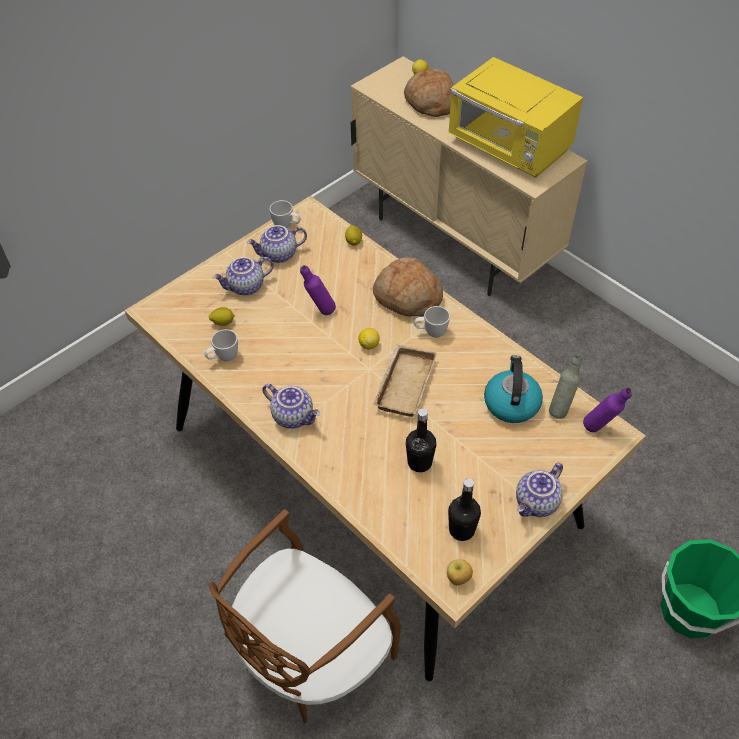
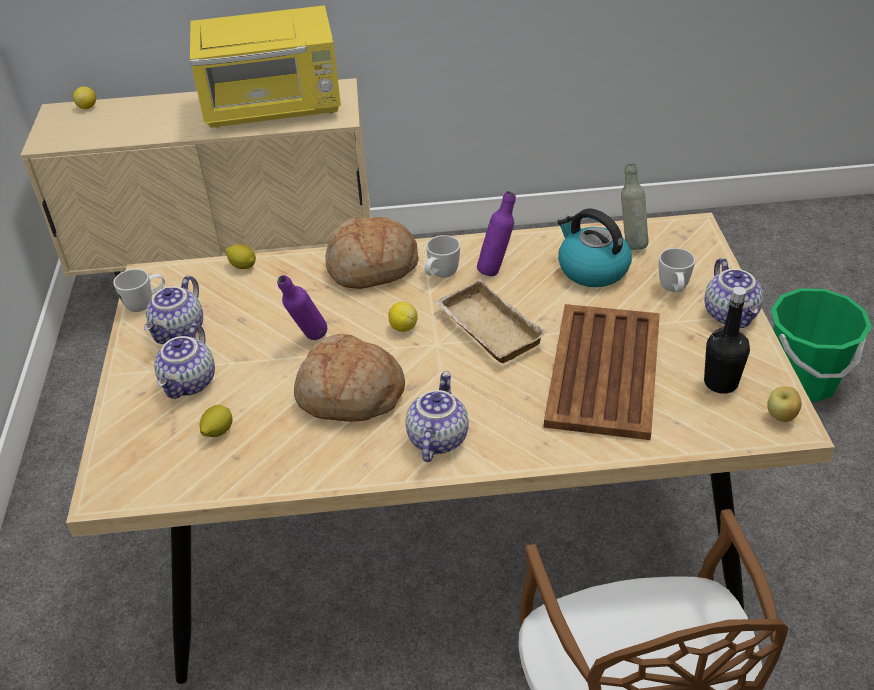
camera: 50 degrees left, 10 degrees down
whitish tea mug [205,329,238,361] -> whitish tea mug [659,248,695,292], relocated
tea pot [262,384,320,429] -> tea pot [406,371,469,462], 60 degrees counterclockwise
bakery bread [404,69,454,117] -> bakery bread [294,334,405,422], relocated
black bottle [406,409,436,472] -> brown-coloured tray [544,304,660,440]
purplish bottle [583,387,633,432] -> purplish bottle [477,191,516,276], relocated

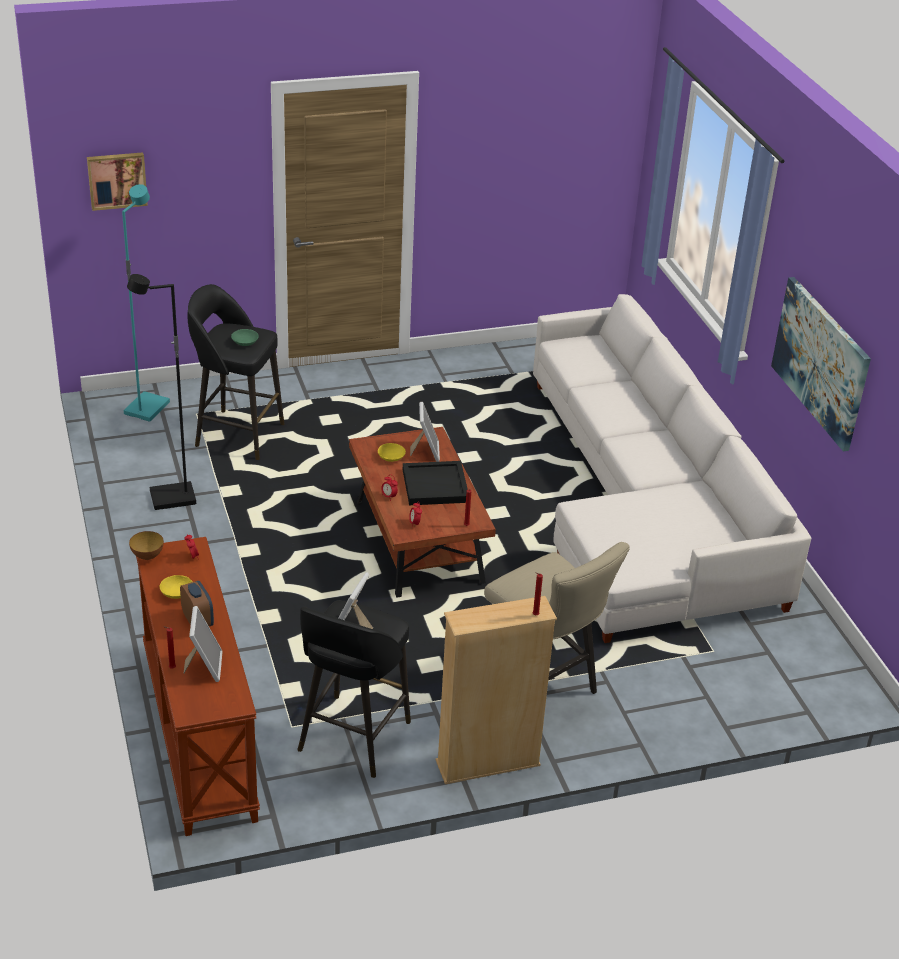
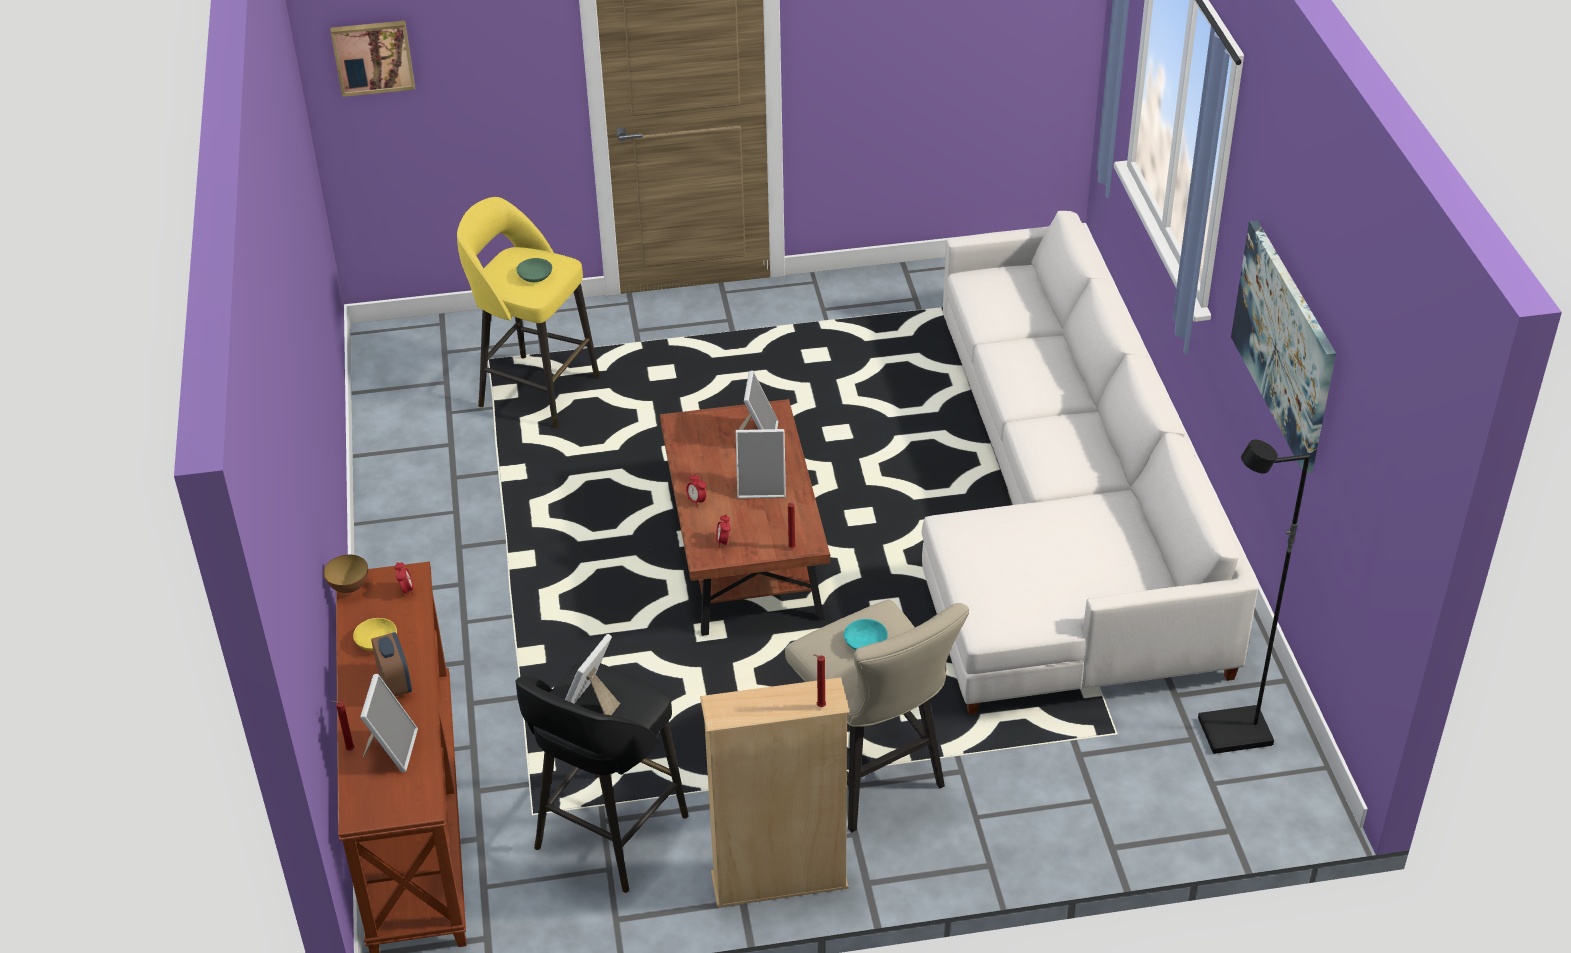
camera: 10 degrees right, 5 degrees up
blue-green floor lamp [122,184,170,422] -> none
black floor lamp [127,274,196,510] -> black floor lamp [1198,440,1310,754], relocated
black stool seat [188,284,284,460] -> yellowish stool seat [457,197,600,429]
yellowish bowl [378,443,406,462] -> none
black tray [403,461,468,505] -> picture frame [736,429,786,498]
none -> blue-green bowl [844,619,888,650]

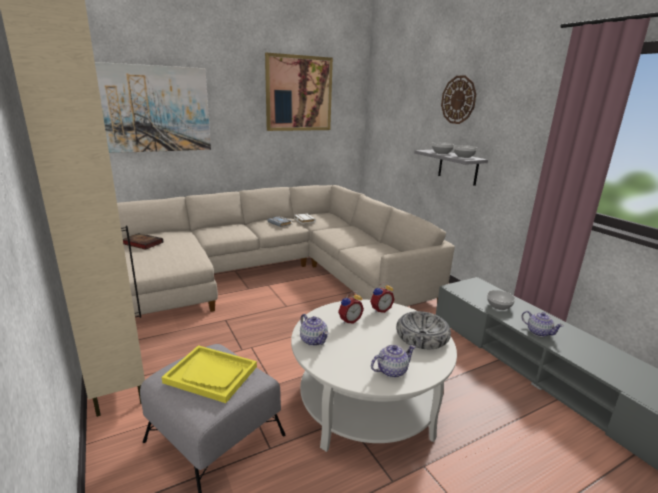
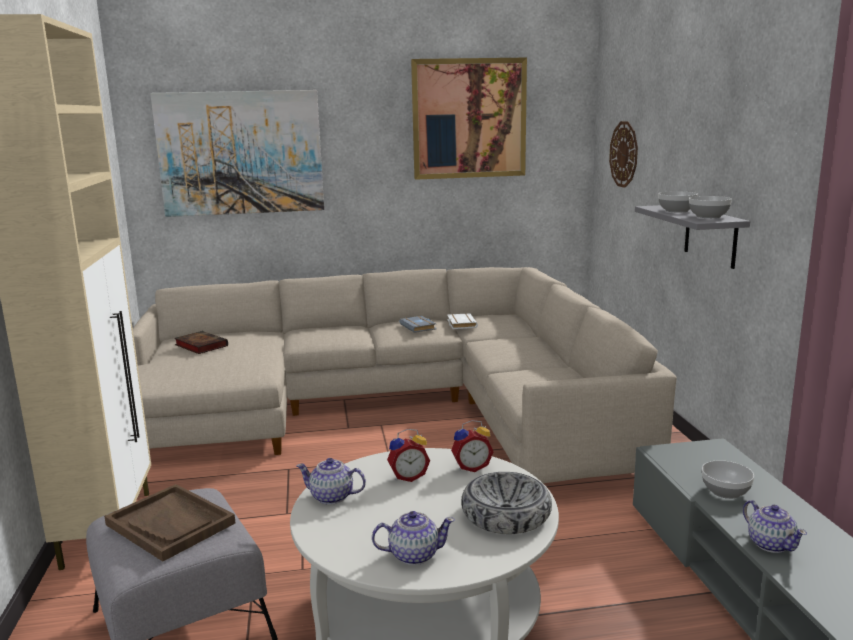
camera: 20 degrees right, 5 degrees down
yellowish tray [162,345,257,403] -> brown-coloured tray [104,484,235,561]
tea pot [300,314,328,346] -> tea pot [296,458,366,505], 120 degrees clockwise
hanging clock [441,76,476,124] -> hanging clock [609,121,638,188], relocated

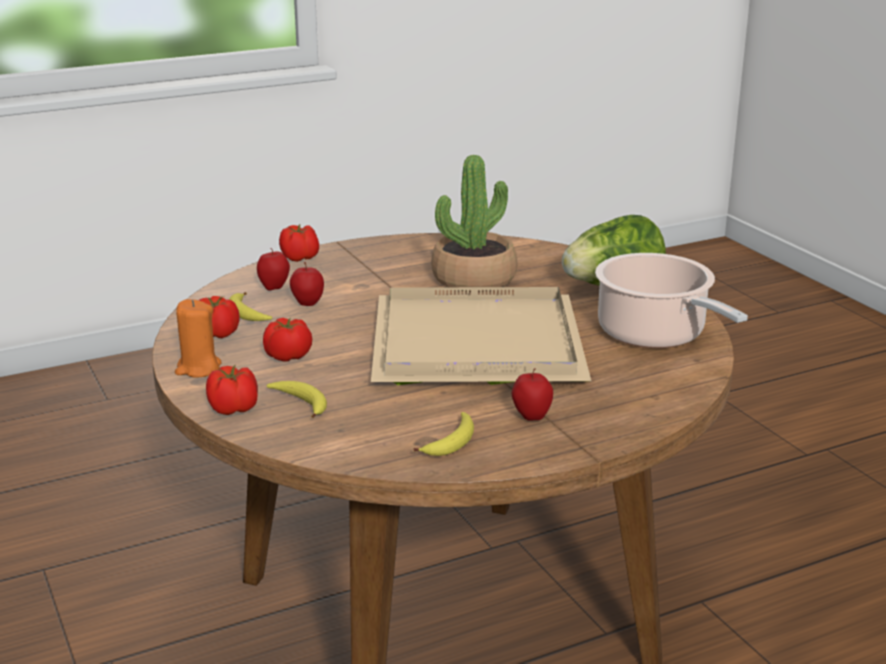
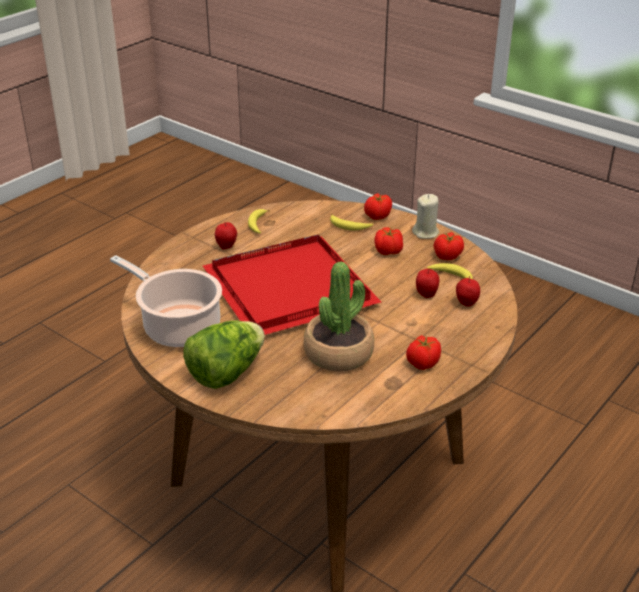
camera: 155 degrees right, 10 degrees up
orange wax candle [175,299,222,377] -> sand-coloured wax candle [412,194,439,239]
fresh tomato [279,224,319,262] -> fresh tomato [406,335,441,370], relocated
sand-coloured tray [371,287,591,385] -> reddish tray [203,234,381,335]

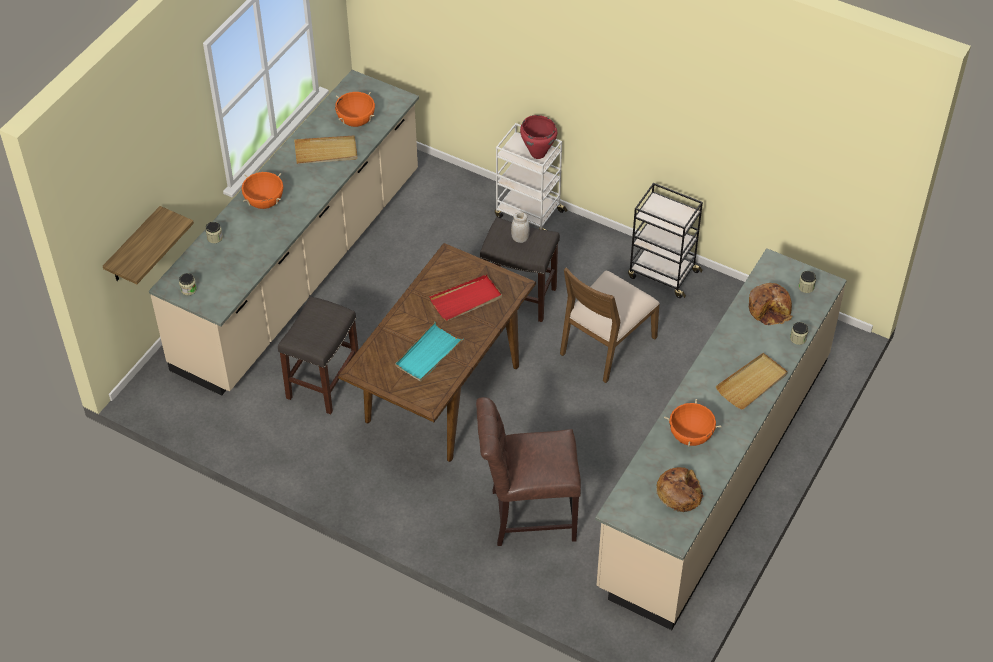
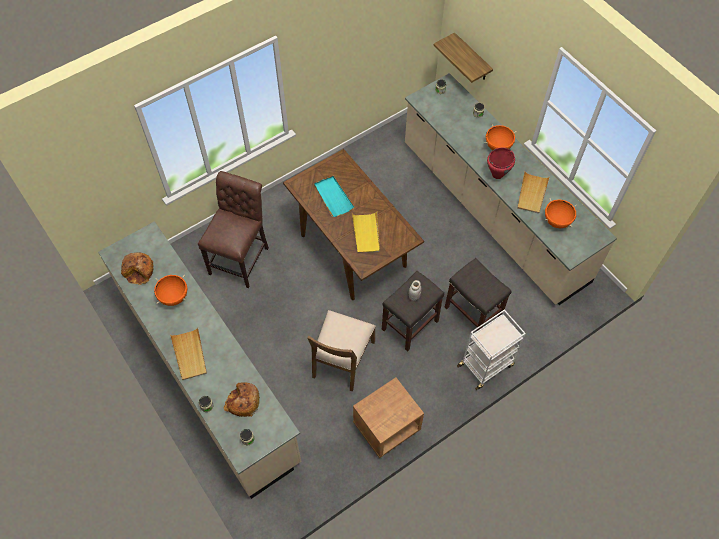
camera: 115 degrees right, 10 degrees up
grey stool seat [278,296,359,414] -> grey stool seat [444,258,512,331], relocated
reddish tray [429,274,502,321] -> yellowish tray [352,212,380,253]
reddish saucepot [520,115,557,159] -> reddish saucepot [487,147,515,179], relocated
brown-coloured plain chair [560,268,660,383] -> brown-coloured plain chair [307,310,375,392], 135 degrees counterclockwise
black wheeled cart [628,183,703,298] -> brown-coloured nightstand [353,377,424,458]

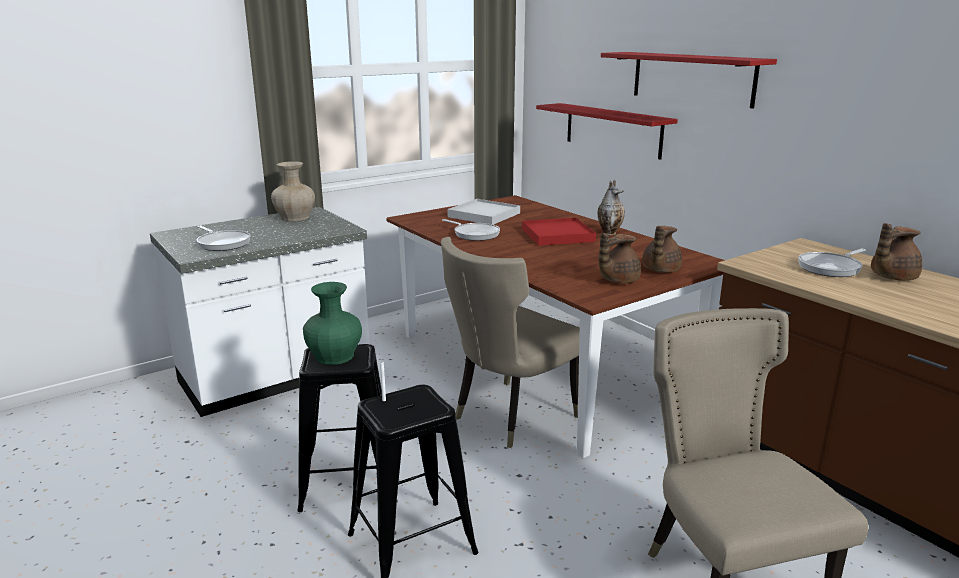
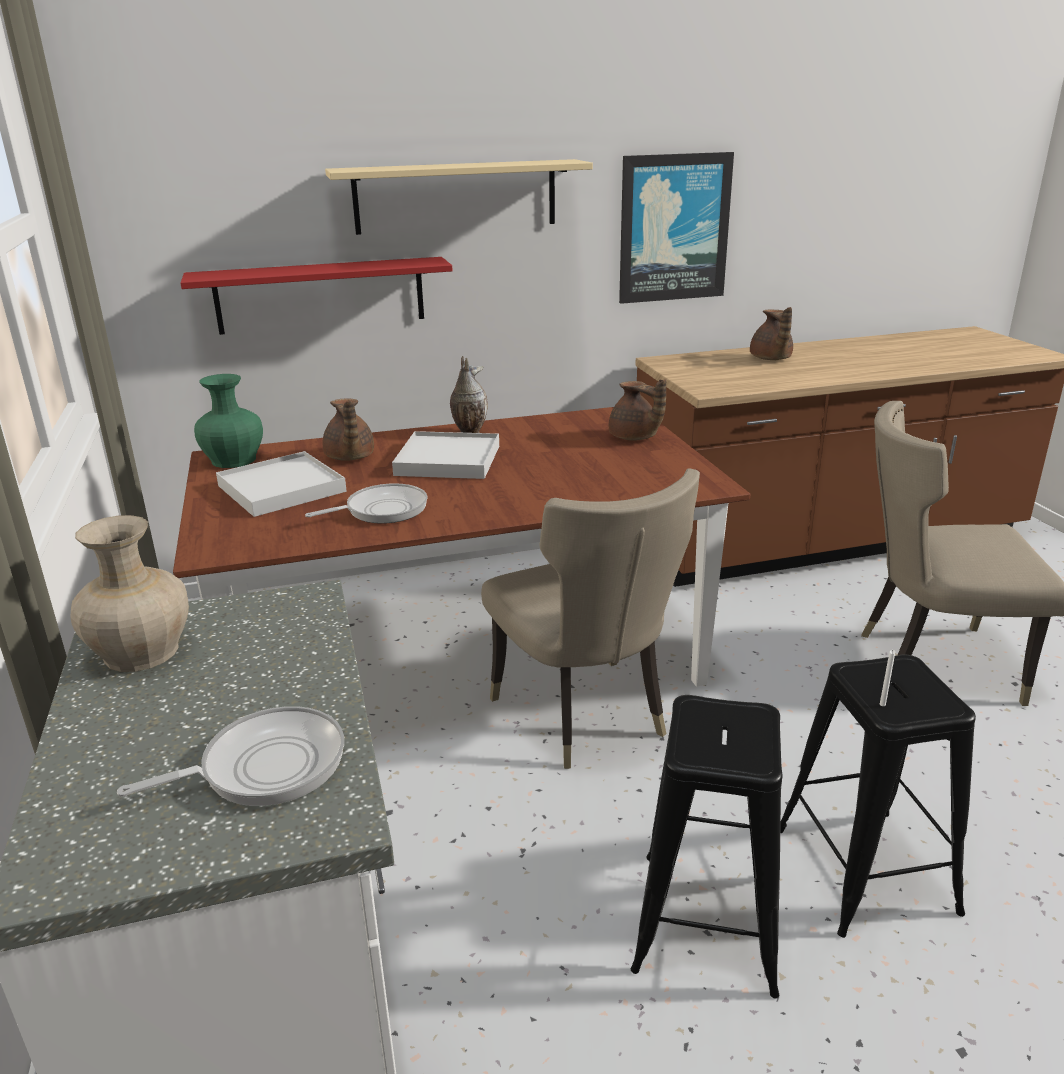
camera: 70 degrees left, 5 degrees up
green-coloured vase [303,282,362,365] -> green-coloured vase [194,374,263,468], relocated
reddish tray [522,218,596,246] -> whitish tray [392,431,499,479]
brown-coloured tea pot [599,233,641,283] -> brown-coloured tea pot [322,399,374,461], relocated
reddish wall shelf [601,52,777,108] -> sand-coloured wall shelf [325,159,593,235]
frying pan [798,249,866,277] -> none
none -> wall picture [619,152,734,304]

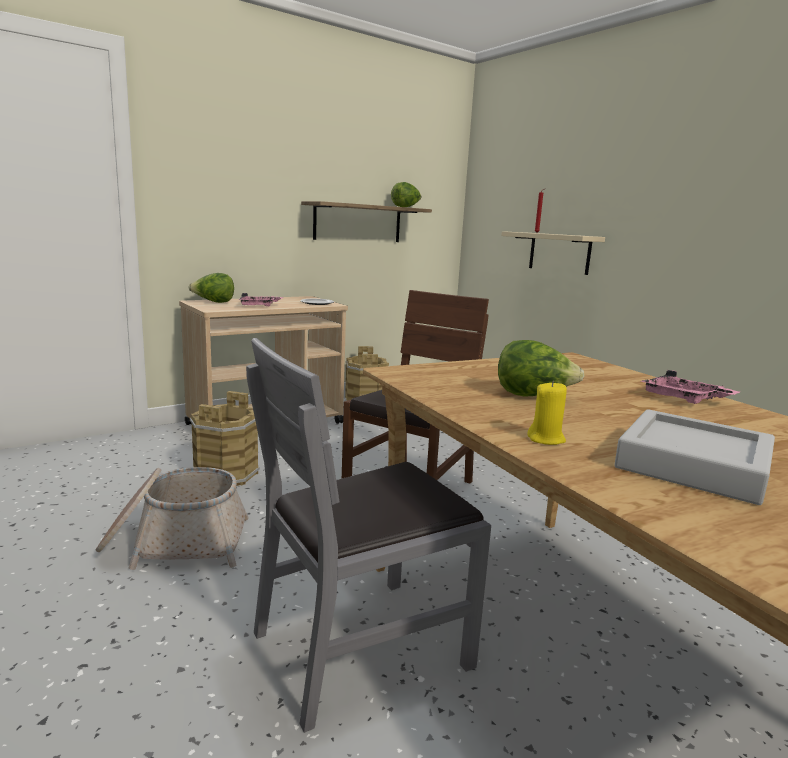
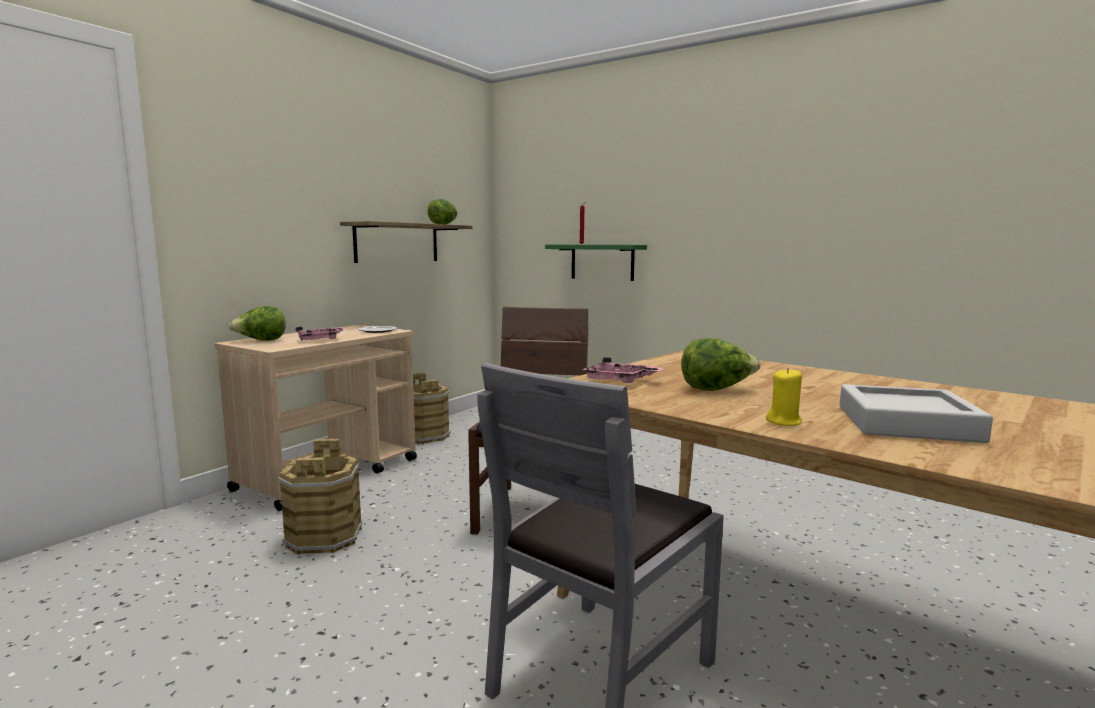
camera: 20 degrees left, 5 degrees down
storage basket [96,467,249,570] -> none
sand-coloured wall shelf [501,231,605,275] -> green-coloured wall shelf [545,245,647,281]
pink-coloured tray [641,370,740,404] -> pink-coloured tray [582,357,663,383], relocated

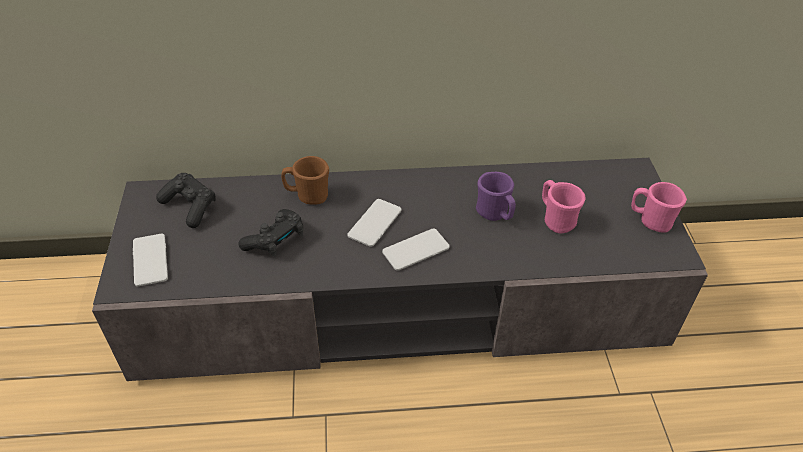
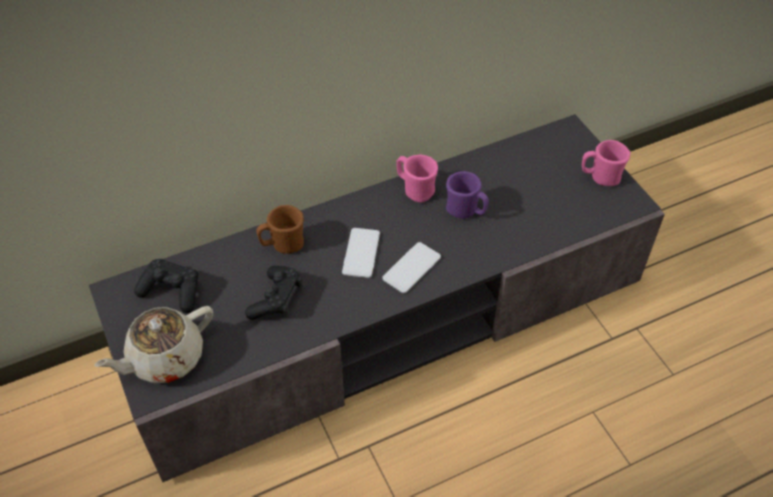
camera: 20 degrees left, 5 degrees up
handset [133,234,168,287] -> sand-coloured tea pot [94,306,213,383]
pink-coloured tea mug [542,180,585,233] -> pink-coloured tea mug [396,155,438,203], relocated

